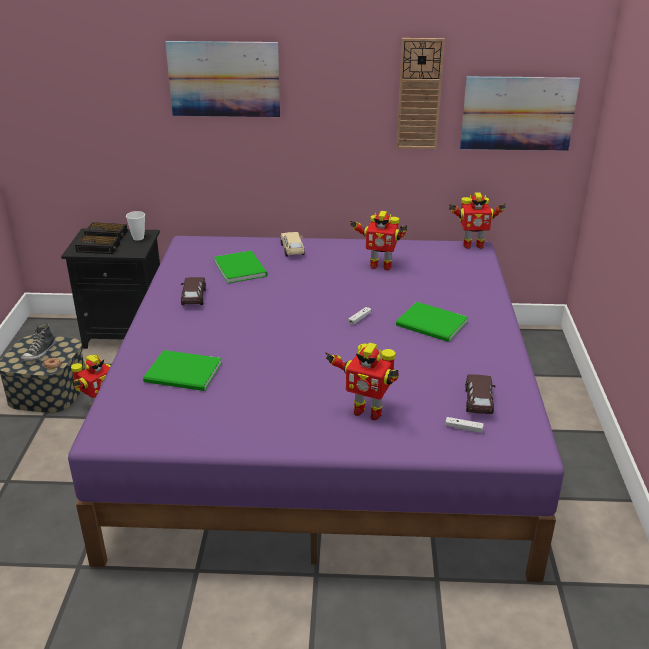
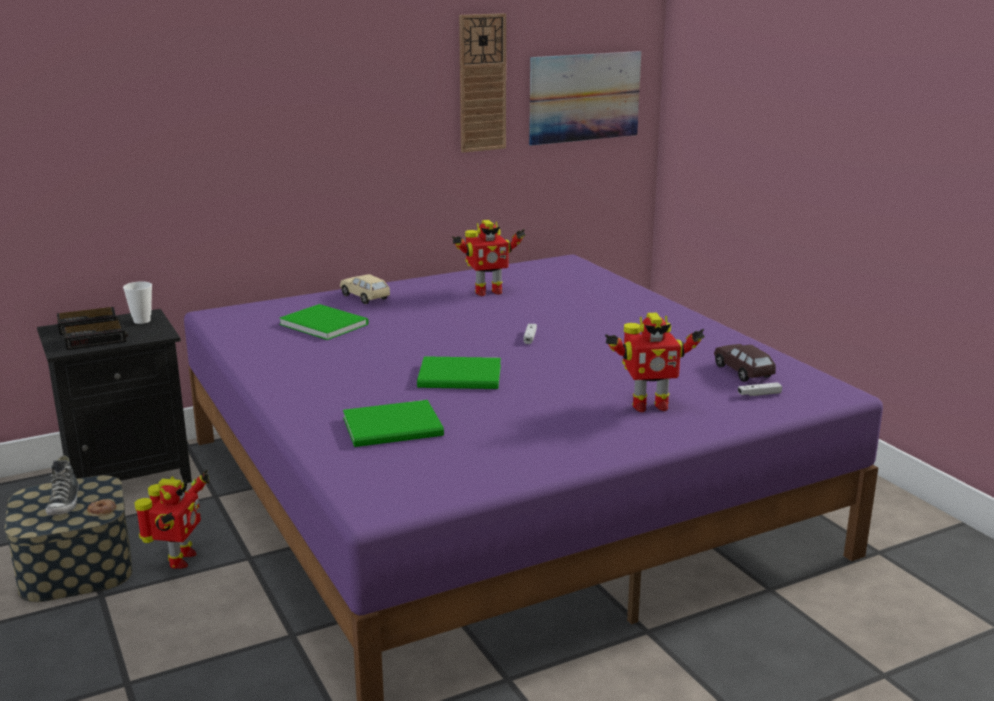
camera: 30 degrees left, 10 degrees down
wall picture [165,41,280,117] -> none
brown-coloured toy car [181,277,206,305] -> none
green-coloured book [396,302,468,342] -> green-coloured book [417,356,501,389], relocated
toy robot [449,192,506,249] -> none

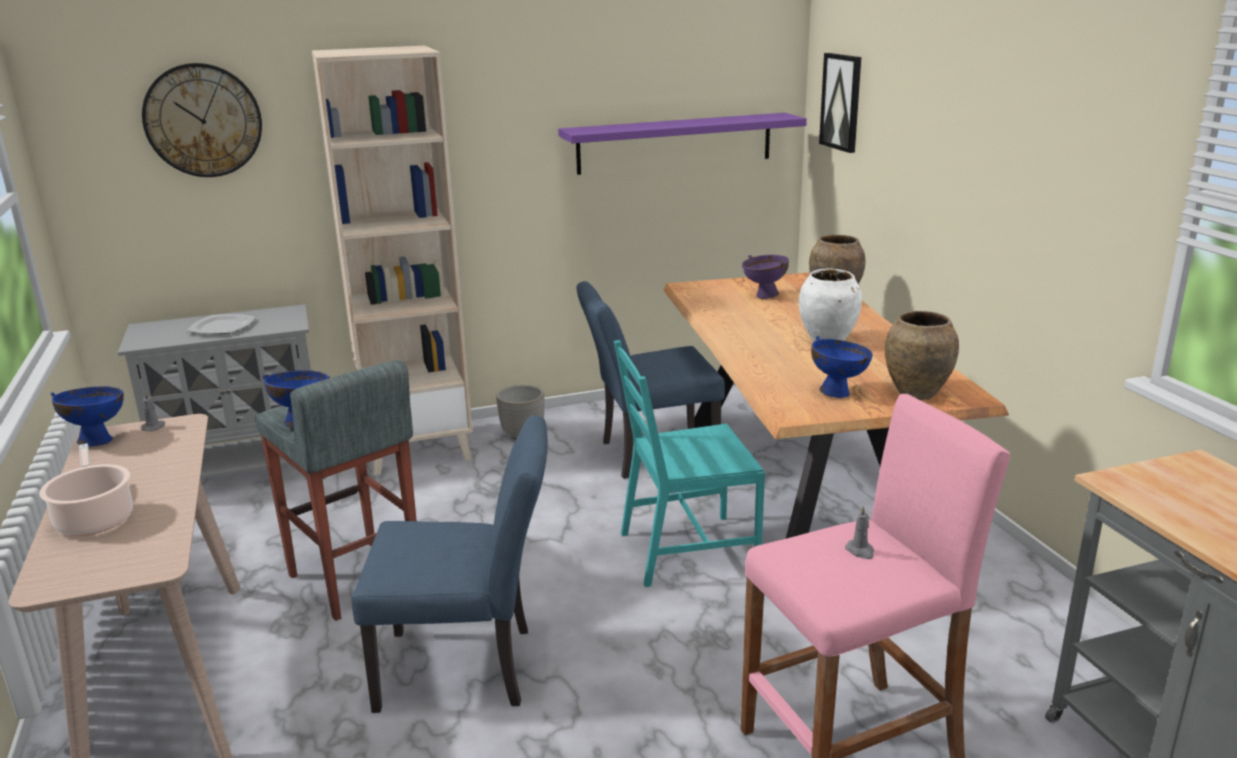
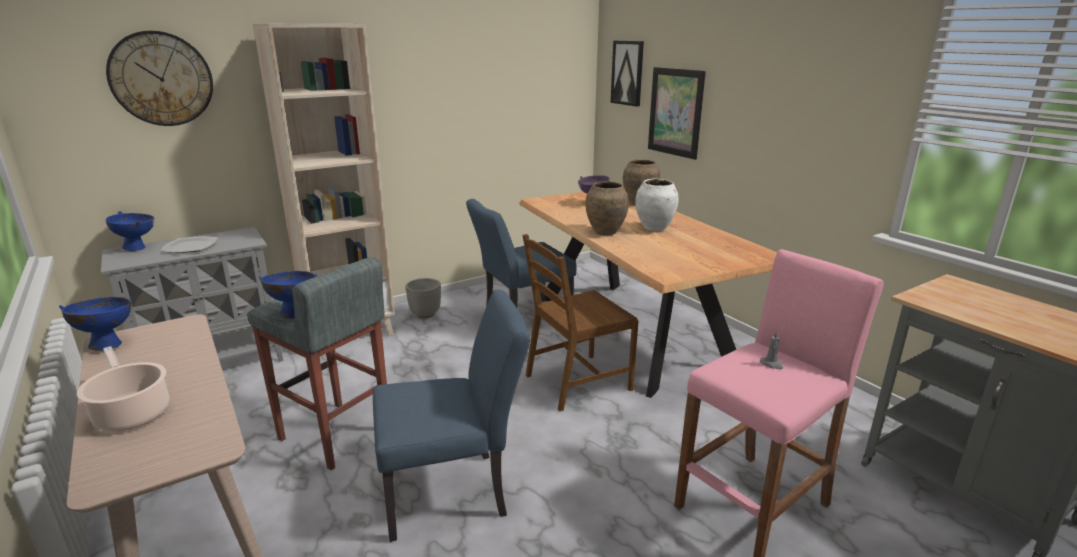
camera: 15 degrees left, 0 degrees up
grey wax candle [141,391,165,432] -> none
purplish wall shelf [558,113,807,175] -> none
blue-green plain chair [614,340,765,587] -> brown-coloured plain chair [523,234,639,412]
bluish bowl [811,336,873,398] -> bluish bowl [106,211,155,251], relocated
brown-coloured vase [885,311,959,400] -> brown-coloured vase [585,182,629,235], relocated
none -> wall picture [648,67,706,160]

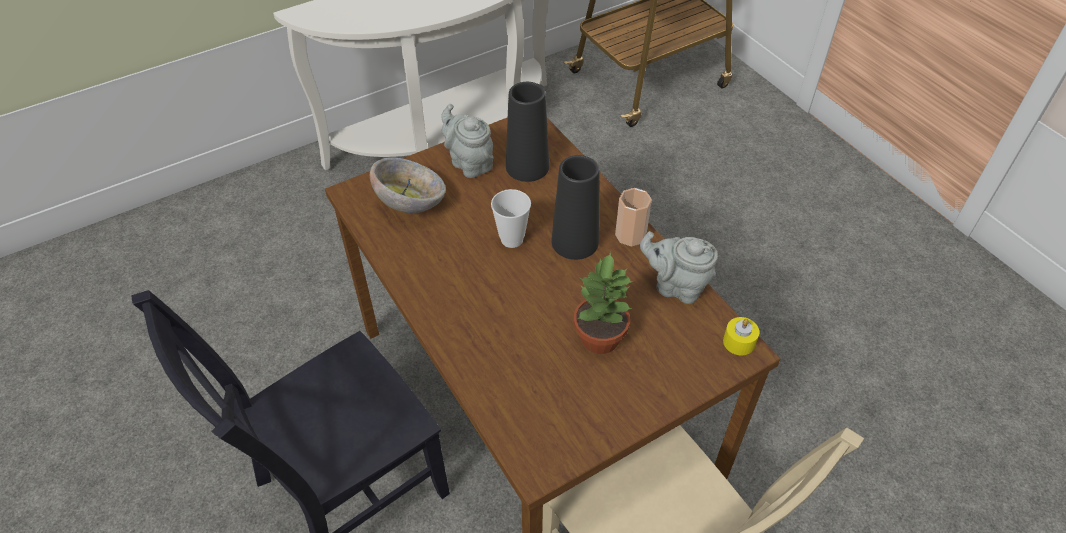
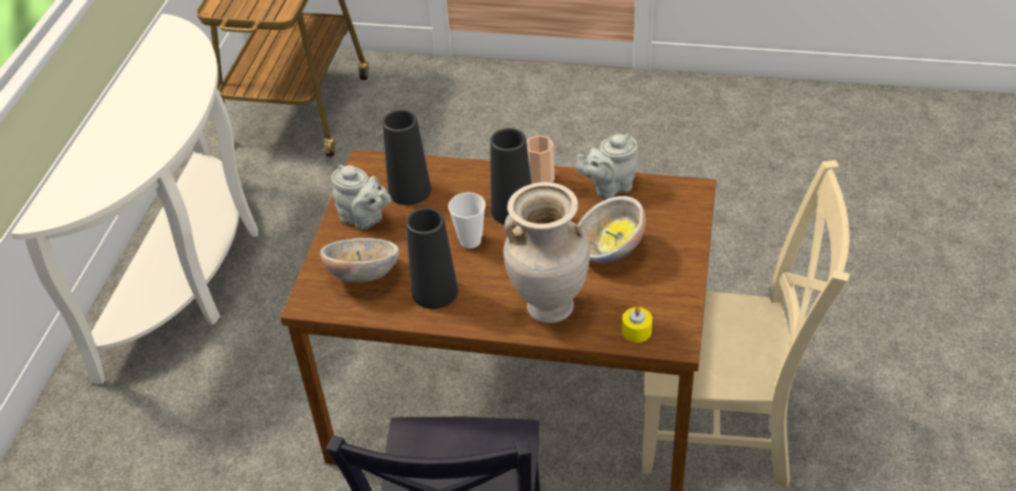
camera: 45 degrees left, 5 degrees down
grey tea pot [441,104,494,178] -> grey tea pot [331,164,391,229], 150 degrees counterclockwise
houseplant [574,252,633,354] -> bowl [578,196,646,263]
yellowish wax candle [723,317,759,355] -> yellowish wax candle [622,307,652,343], relocated
none -> black vase [406,208,458,309]
none -> sand-coloured vase [503,182,590,323]

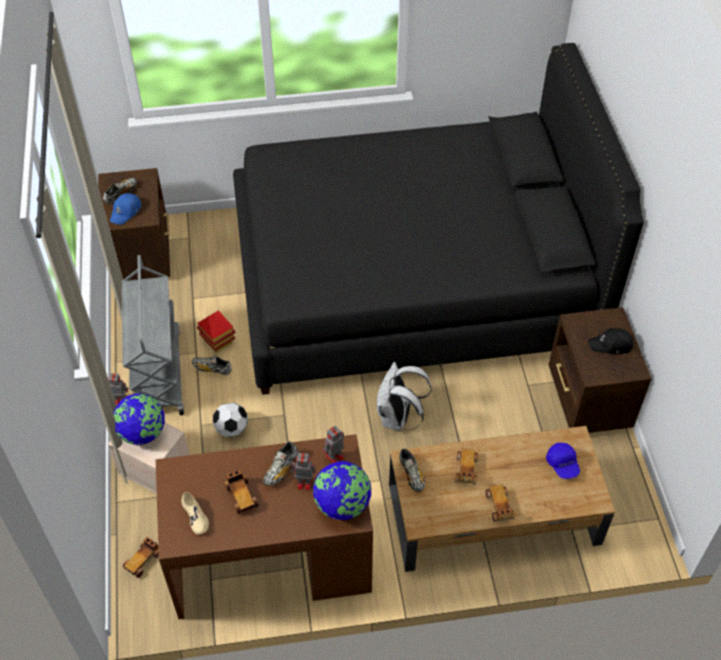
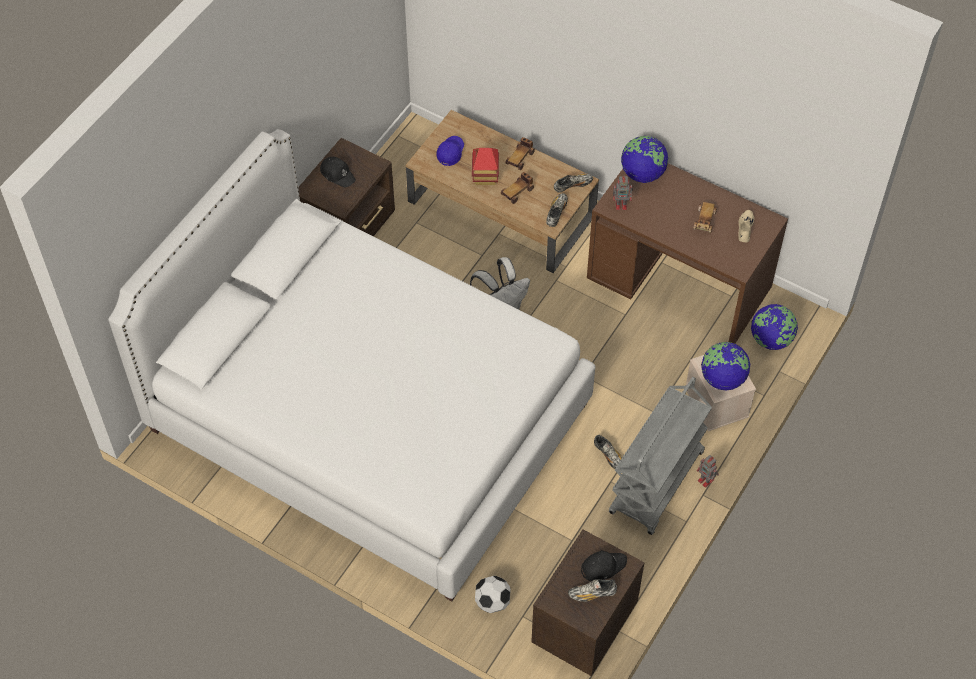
camera: 140 degrees left, 5 degrees up
bluish baseball cap [110,193,141,225] -> black baseball cap [581,550,627,581]
toy car [123,537,159,578] -> globe [751,304,798,350]
miniature house [197,310,236,353] -> miniature house [472,148,499,185], relocated
football [213,403,248,437] -> football [475,576,511,613], relocated
black bed [233,43,644,395] -> whitish bed [108,129,595,602]
low shoe [263,441,298,486] -> low shoe [554,174,593,193], relocated
toy robot [290,453,316,490] -> none

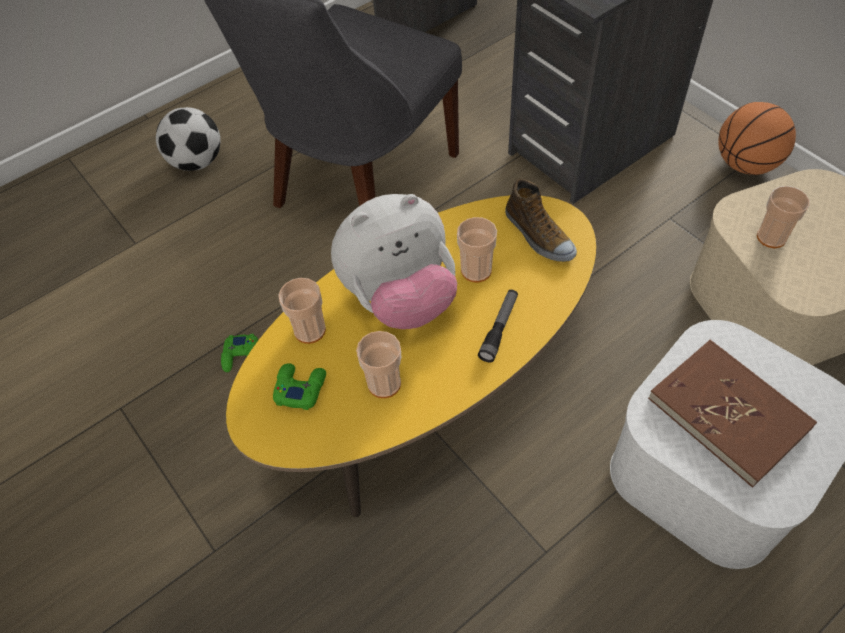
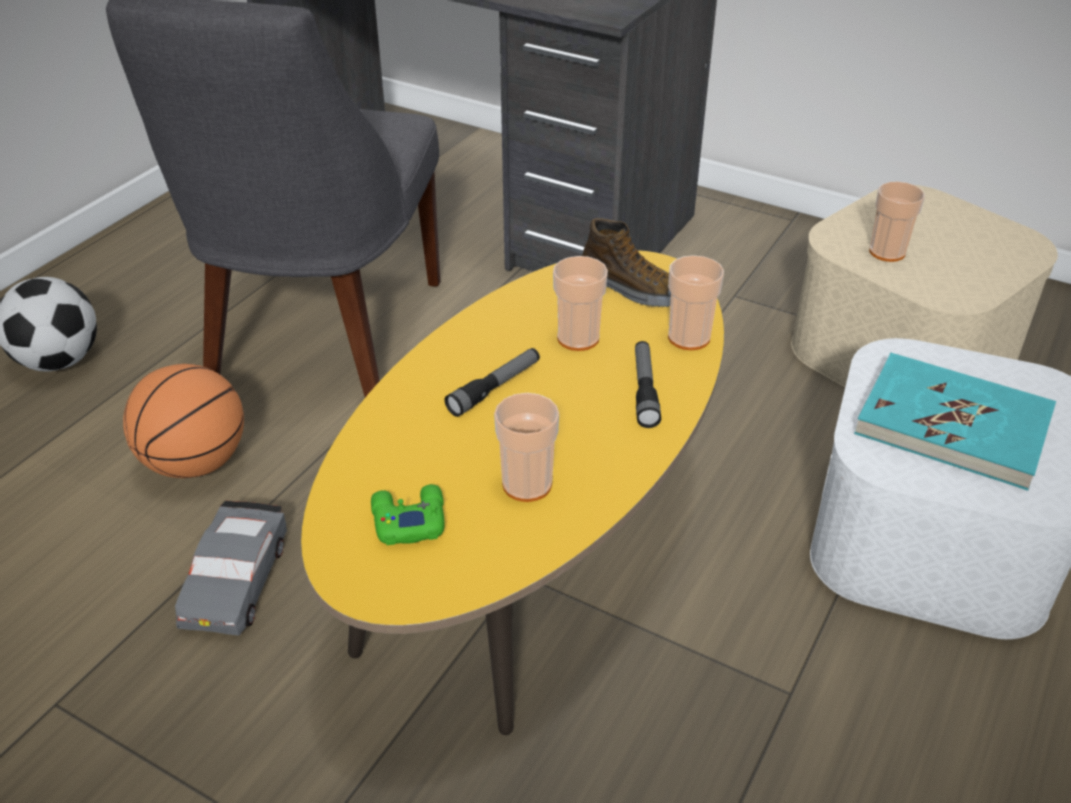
camera: 25 degrees left, 15 degrees down
green-coloured gamepad [221,334,258,372] -> grey toy car [175,500,287,636]
drinking cup [278,278,326,344] -> drinking cup [668,255,724,350], relocated
soft toy [331,194,457,329] -> flashlight [444,348,540,417]
brown-coloured book [648,340,817,488] -> blue-green book [854,353,1056,491]
basketball ball [718,102,796,175] -> basketball ball [123,364,244,478], relocated

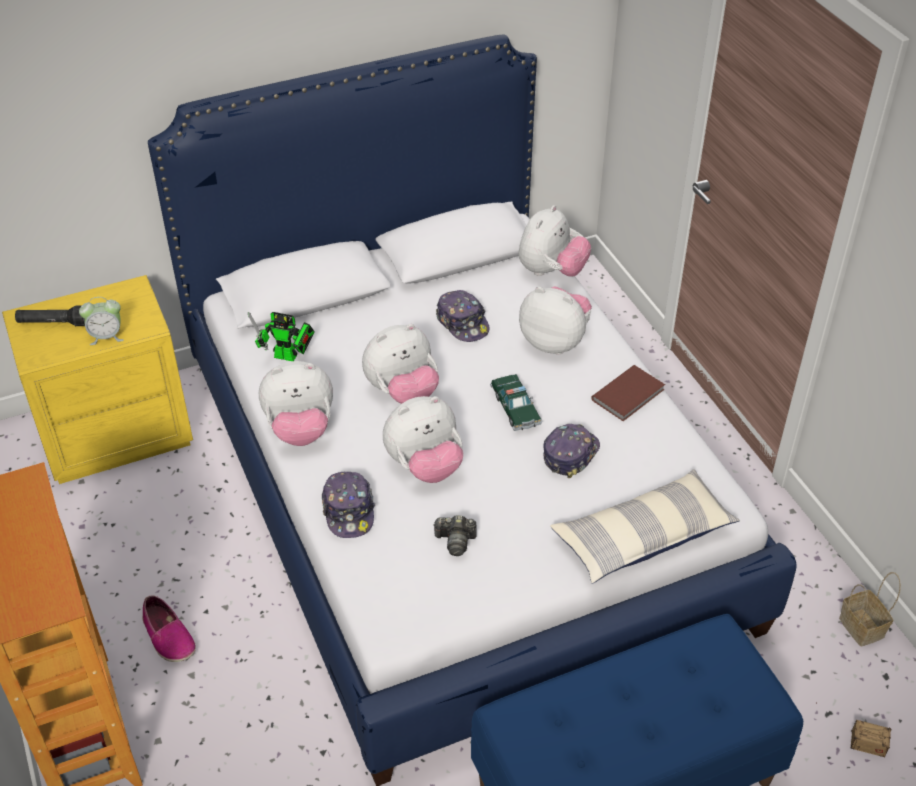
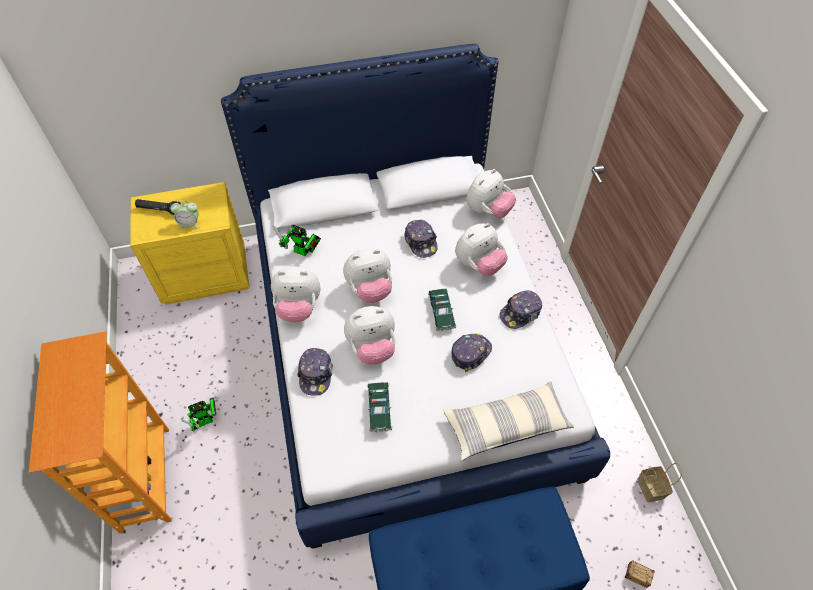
camera: 10 degrees right, 10 degrees up
low shoe [142,595,196,662] -> toy robot [181,398,216,431]
photo camera [433,515,477,556] -> toy car [367,382,393,432]
soft toy [519,286,592,354] -> soft toy [455,223,508,276], 105 degrees clockwise
brown-coloured book [591,365,665,421] -> baseball cap [499,290,542,329]

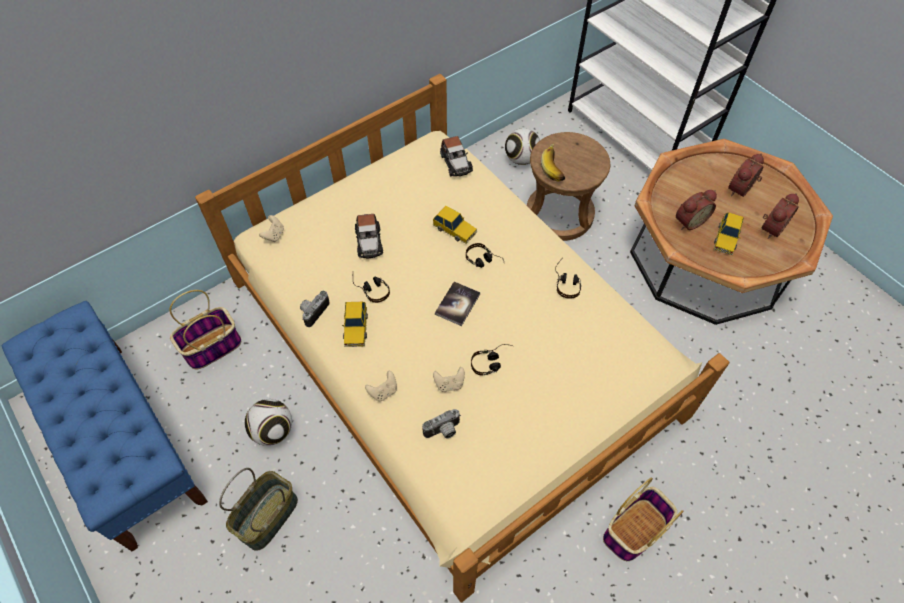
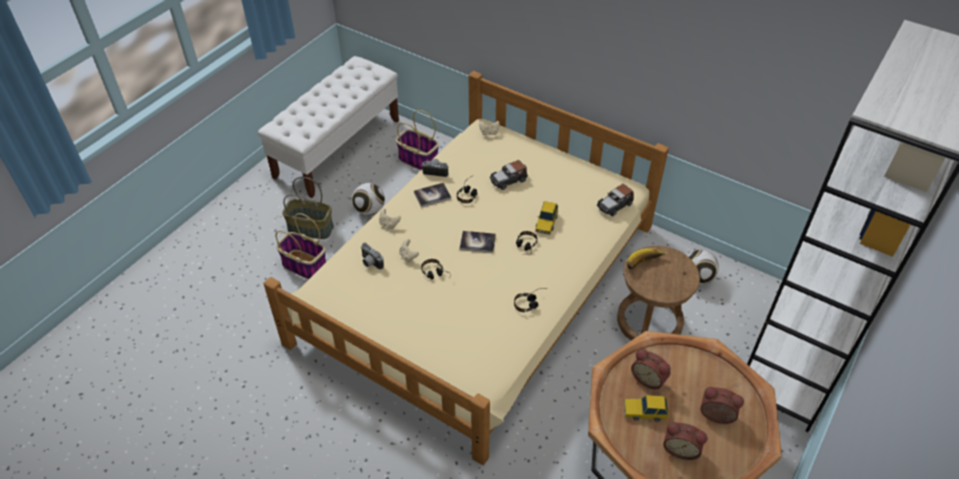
camera: 70 degrees right, 10 degrees down
bluish long seat [1,301,208,551] -> whitish long seat [258,56,399,198]
toy car [342,302,368,347] -> book [414,183,451,207]
storage basket [603,477,683,561] -> storage basket [276,213,326,279], relocated

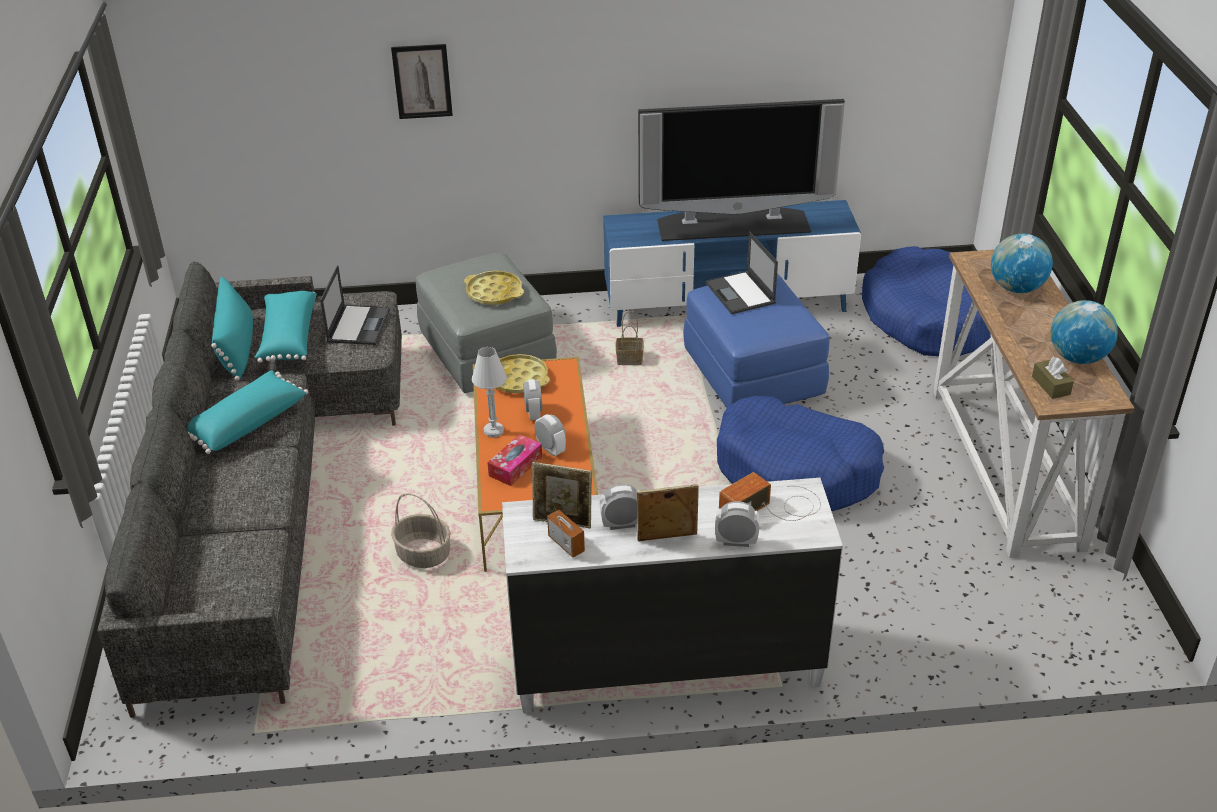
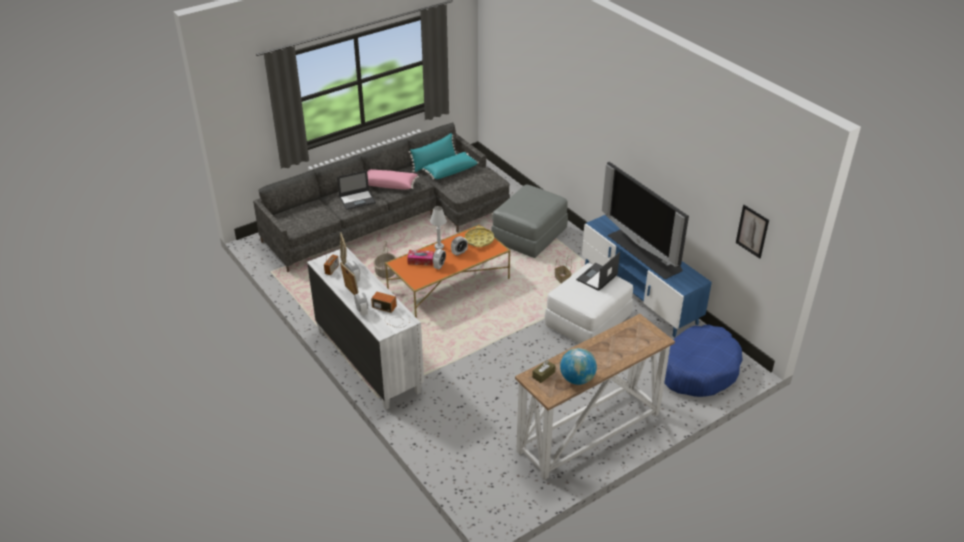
camera: 60 degrees right, 0 degrees up
blue-green throw pillow [188,371,308,454] -> pink-coloured throw pillow [367,169,419,190]
laptop [320,265,390,345] -> laptop [337,170,376,210], relocated
wall picture [391,44,453,119] -> wall picture [736,205,769,258], relocated
yellowish tray [464,271,524,305] -> none
bluish ottoman [683,274,829,408] -> whitish ottoman [545,263,633,344]
bluish pet bed [717,396,884,511] -> none
globe [991,234,1053,293] -> none

